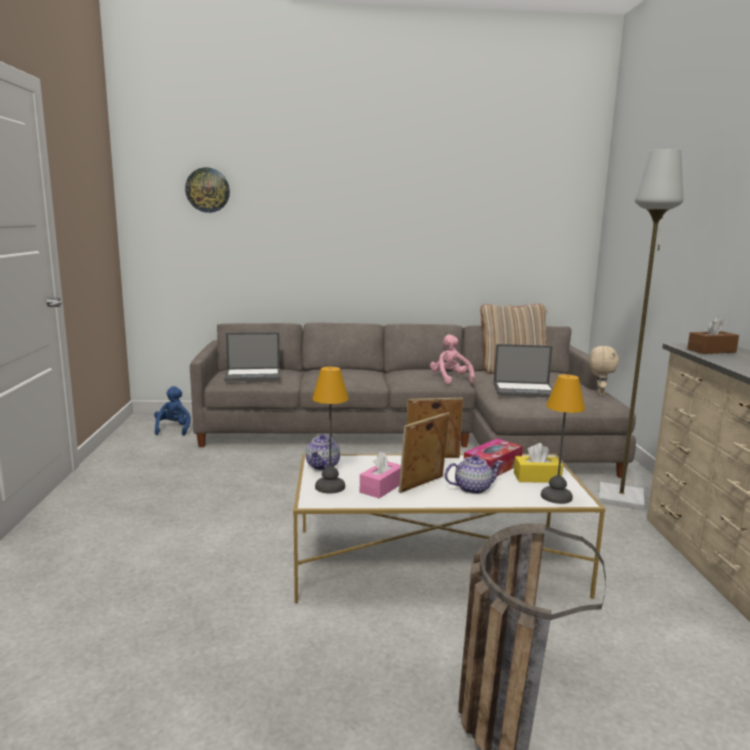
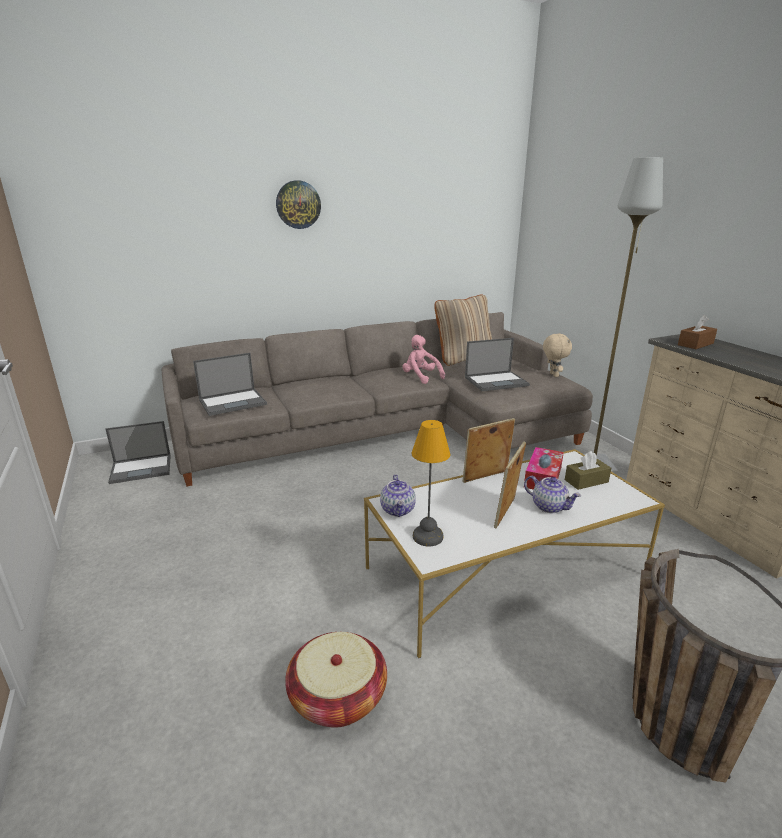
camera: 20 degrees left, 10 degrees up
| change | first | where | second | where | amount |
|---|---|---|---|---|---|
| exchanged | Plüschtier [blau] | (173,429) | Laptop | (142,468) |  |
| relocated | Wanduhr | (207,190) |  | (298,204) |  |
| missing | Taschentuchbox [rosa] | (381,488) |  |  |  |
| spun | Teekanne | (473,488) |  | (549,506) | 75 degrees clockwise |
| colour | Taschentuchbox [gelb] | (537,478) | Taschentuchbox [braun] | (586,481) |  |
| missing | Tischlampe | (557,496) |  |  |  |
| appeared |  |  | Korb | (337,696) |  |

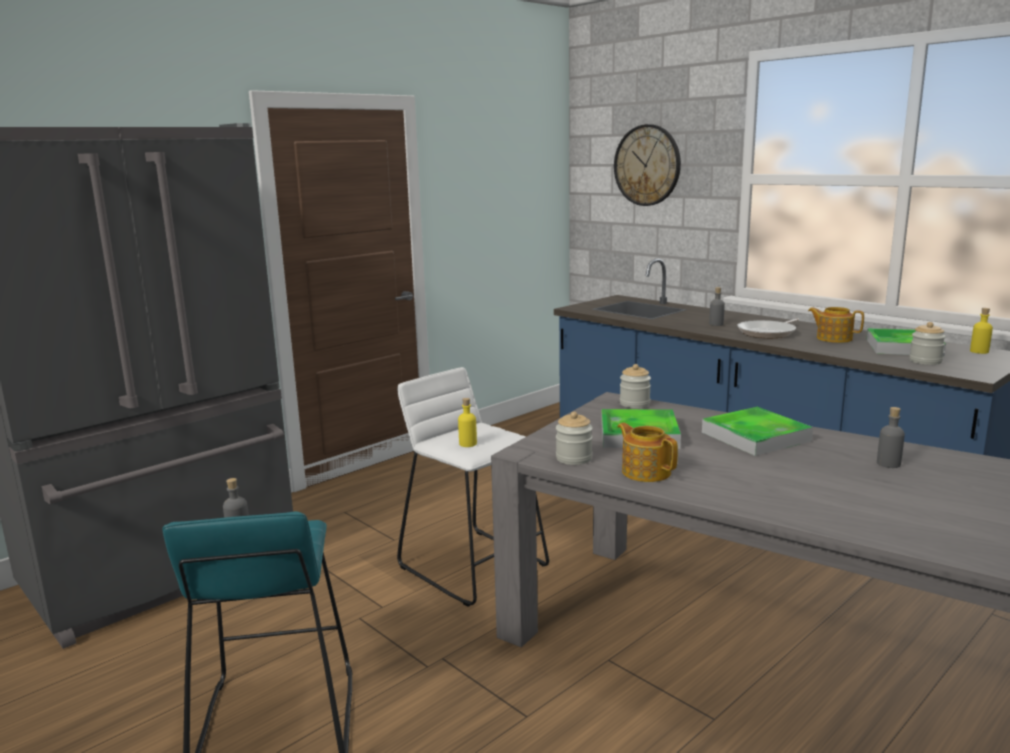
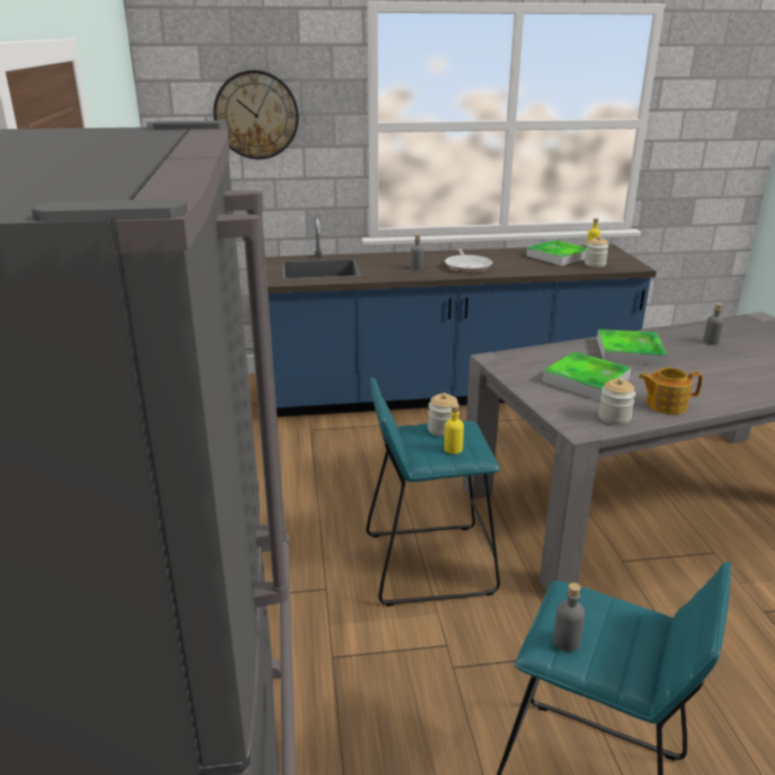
camera: 55 degrees left, 10 degrees up
| change | first | where | second | where | amount |
|---|---|---|---|---|---|
| colour | Hocker [weiß] | (474,565) | Hocker [türkis] | (428,562) |  |
| relocated | Vorratsglas | (634,403) |  | (442,430) |  |
| missing | Teekanne | (833,338) |  |  |  |

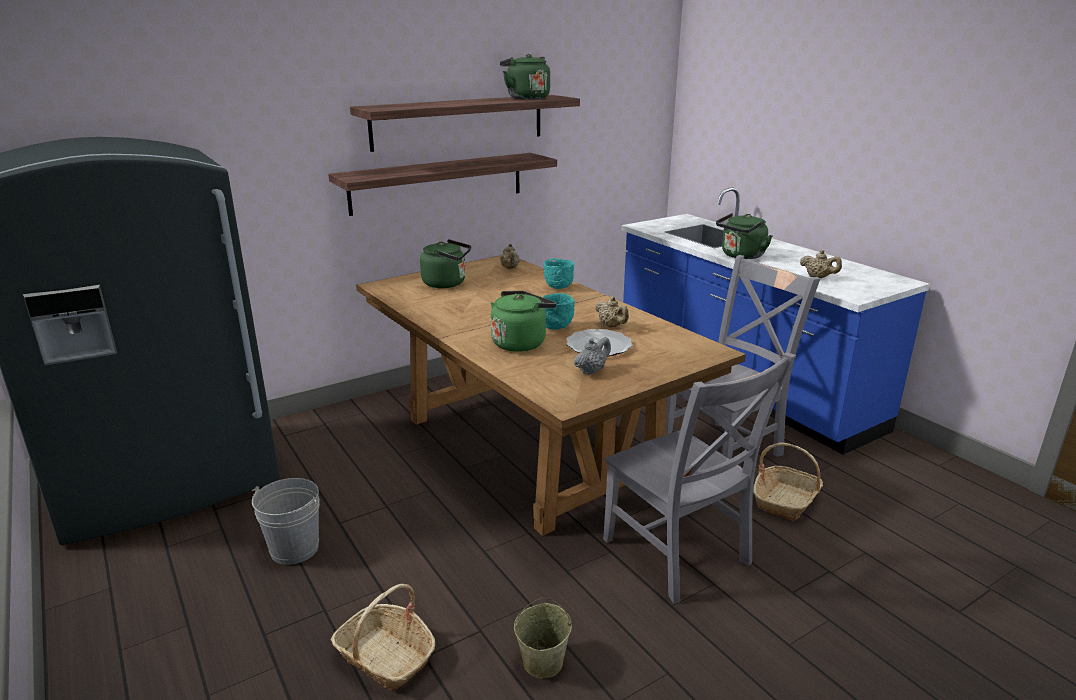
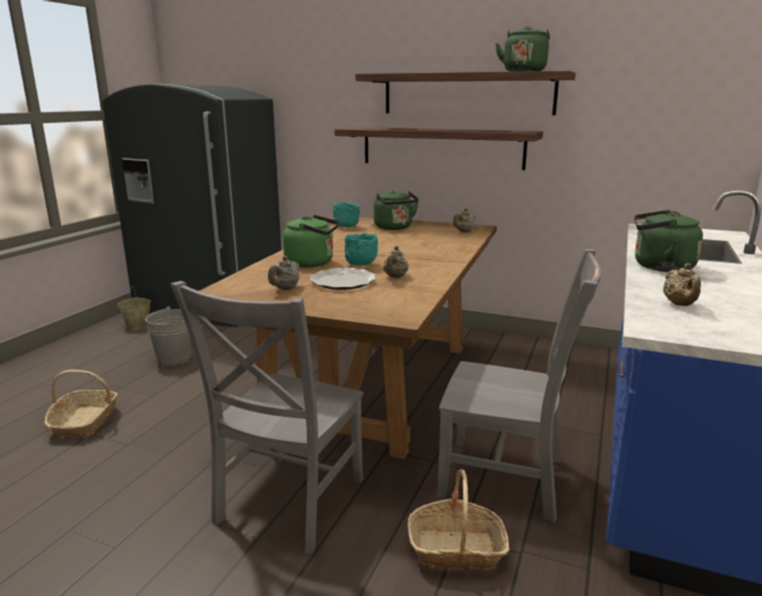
camera: 55 degrees right, 5 degrees down
| change | first | where | second | where | amount |
|---|---|---|---|---|---|
| relocated | Eimer [beige] | (543,661) |  | (138,325) |  |
| relocated | Schüssel [türkis] | (558,288) |  | (346,227) |  |
| spun | Teekanne [grau] | (591,371) |  | (285,289) | 105 degrees clockwise |

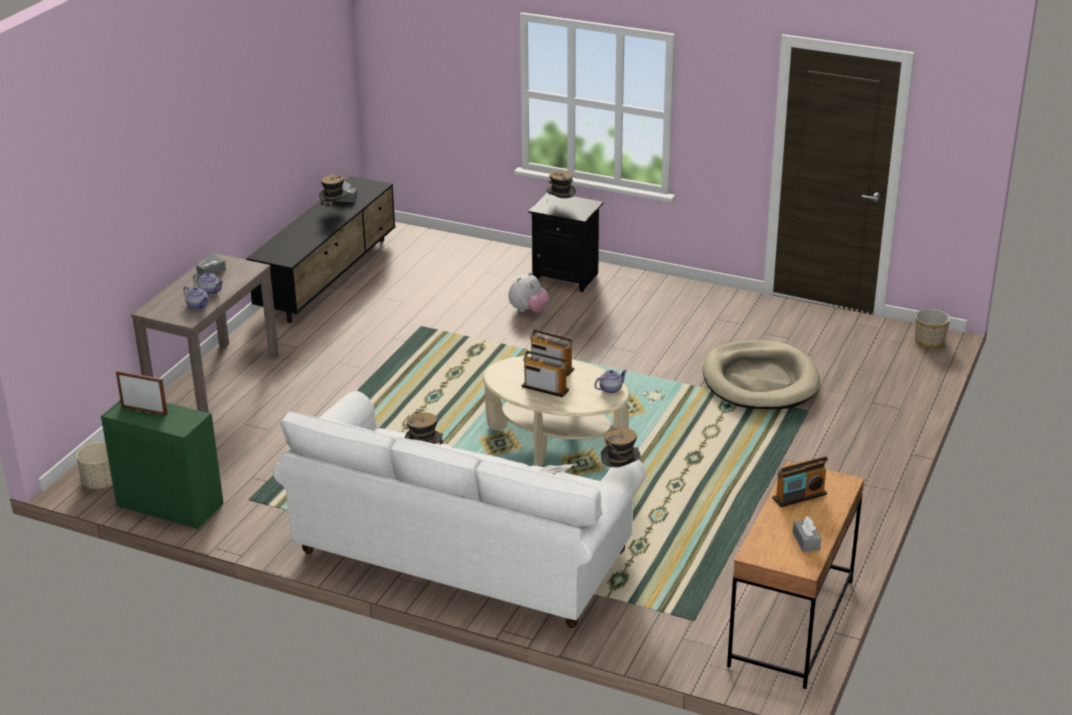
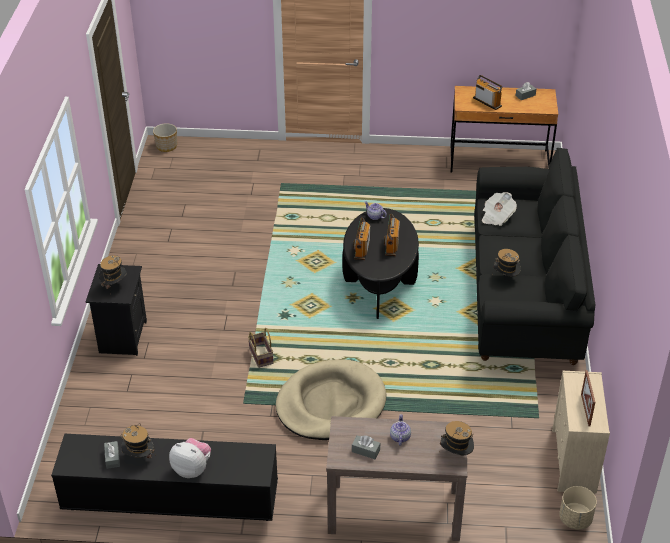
camera: 110 degrees left, 10 degrees up
| change | first | where | second | where | amount |
|---|---|---|---|---|---|
| colour | Kommode [grün] | (168,505) | Kommode [beige] | (573,462) |  |
| missing | Teekanne | (198,305) |  |  |  |
| colour | Sofa [weiß] | (462,552) | Sofa [schwarz] | (523,293) |  |
| colour | Couchtisch [beige] | (556,444) | Couchtisch [schwarz] | (379,283) |  |
| relocated | Plüschtier | (528,311) |  | (192,469) |  |
| relocated | Hut | (620,473) |  | (456,454) |  |
| relocated | Hundebett [beige] | (759,381) |  | (331,404) |  |
| appeared |  |  | Korb | (260,356) |  |

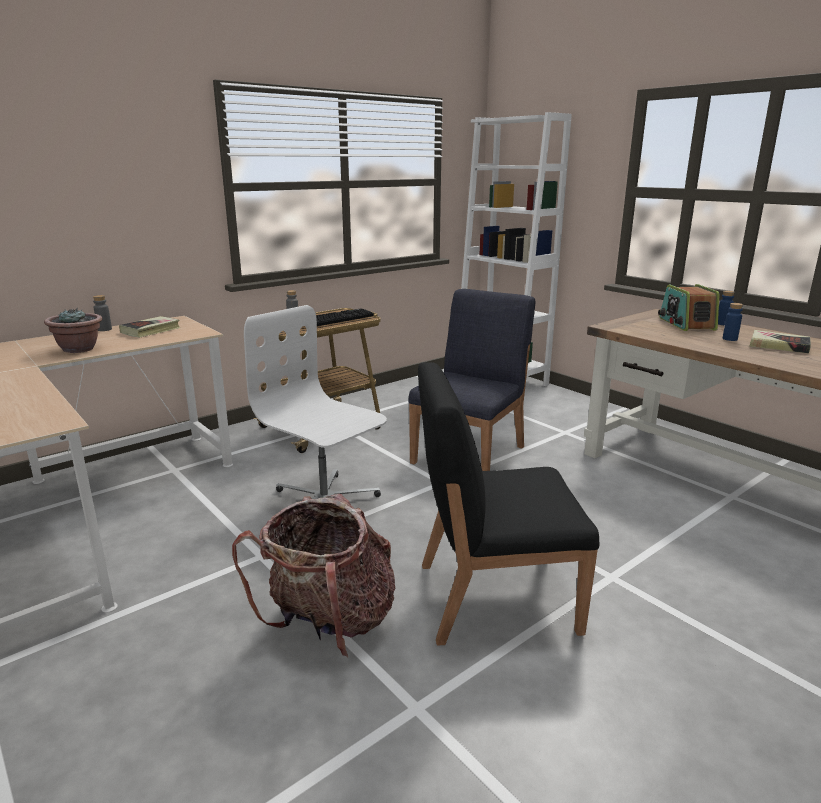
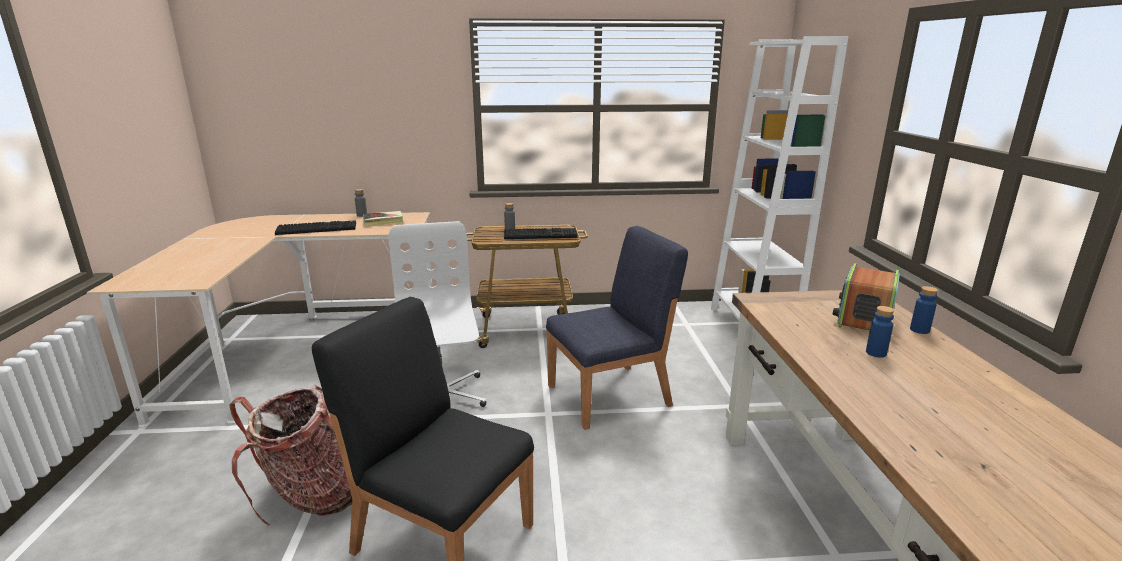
camera: 35 degrees right, 0 degrees up
| change | first | where | second | where | amount |
|---|---|---|---|---|---|
| exchanged | Topfpflanze | (79,349) | Tastatur | (318,228) |  |
| missing | Buch | (778,346) |  |  |  |

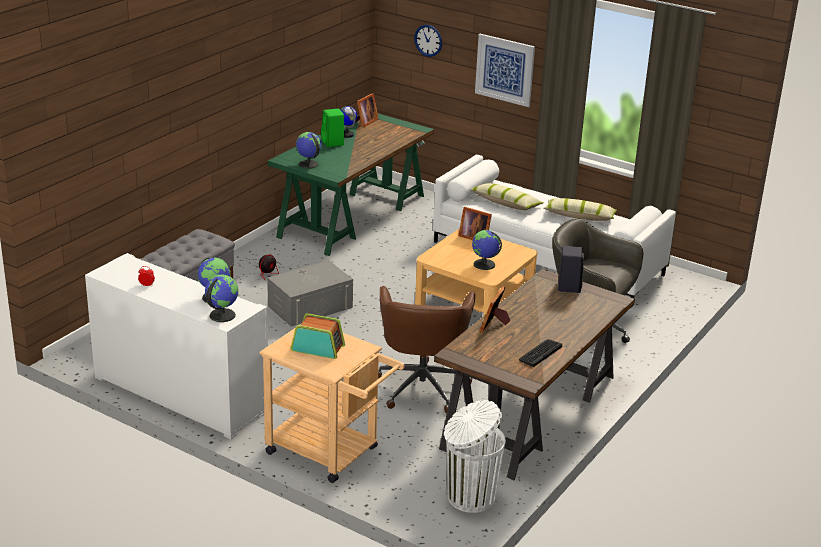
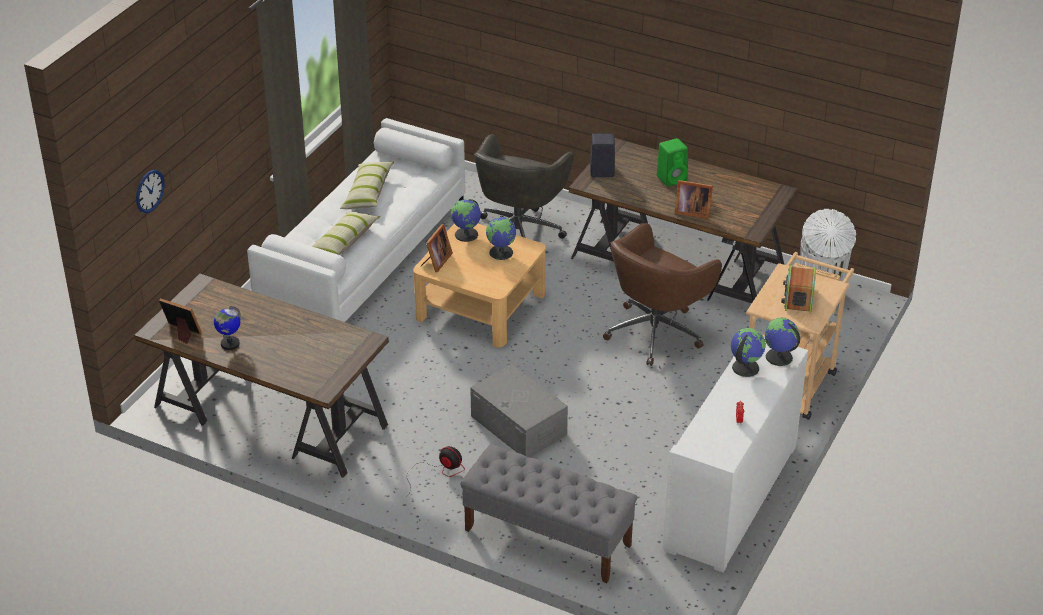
camera: 95 degrees left, 10 degrees up
| change | first | where | second | where | amount |
|---|---|---|---|---|---|
| colour | Schreibtisch [grün] | (352,216) | Schreibtisch [braun] | (269,417) |  |
| relocated | Globus | (308,164) |  | (466,234) |  |
| relocated | Lautsprecher [grün] | (333,143) |  | (672,178) |  |
| spun | Bürostuhl [braun] | (422,386) |  | (656,332) | 135 degrees clockwise |
| missing | Bild | (505,69) |  |  |  |
| missing | Tastatur | (540,353) |  |  |  |

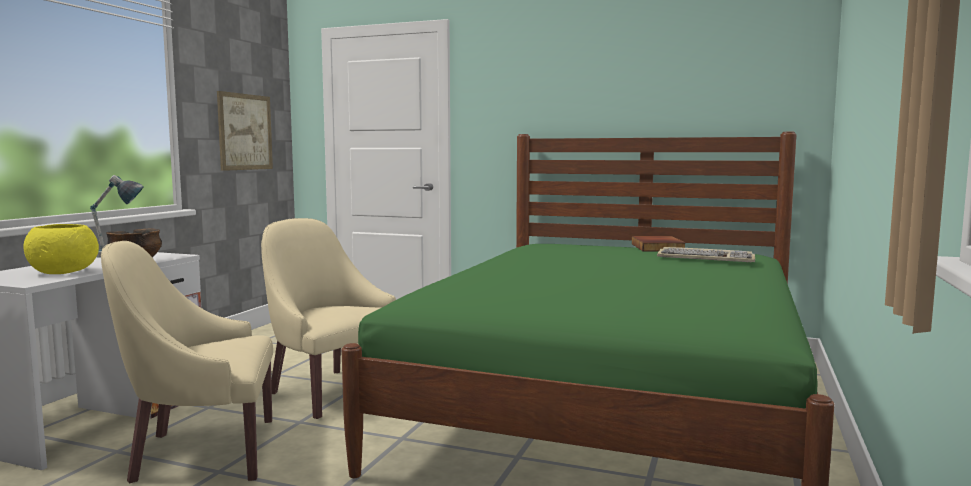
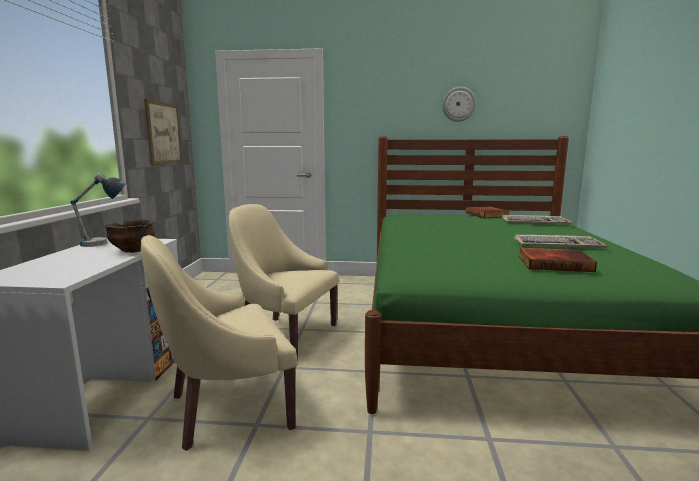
camera: 15 degrees left, 5 degrees up
| change | first | where | second | where | amount |
|---|---|---|---|---|---|
| missing | Schüssel [gelb] | (64,271) |  |  |  |
| appeared |  |  | Wanduhr | (458,104) |  |
| appeared |  |  | Tastatur | (557,245) |  |
| appeared |  |  | Buch | (554,263) |  |

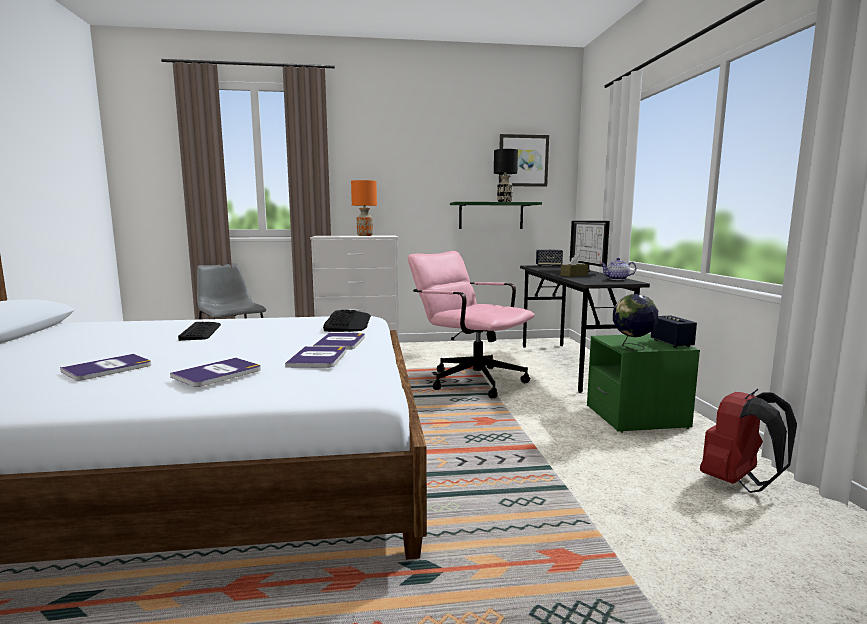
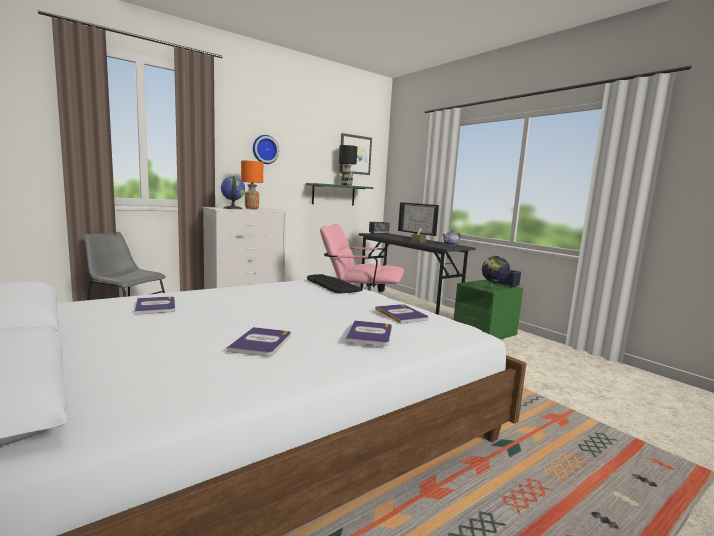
camera: 30 degrees left, 0 degrees up
| change | first | where | second | where | amount |
|---|---|---|---|---|---|
| missing | Tastatur | (201,332) |  |  |  |
| relocated | Buch | (340,342) |  | (155,306) |  |
| missing | Rucksack [rot] | (738,483) |  |  |  |
| appeared |  |  | Globus | (232,208) |  |
| appeared |  |  | Wanduhr | (265,149) |  |

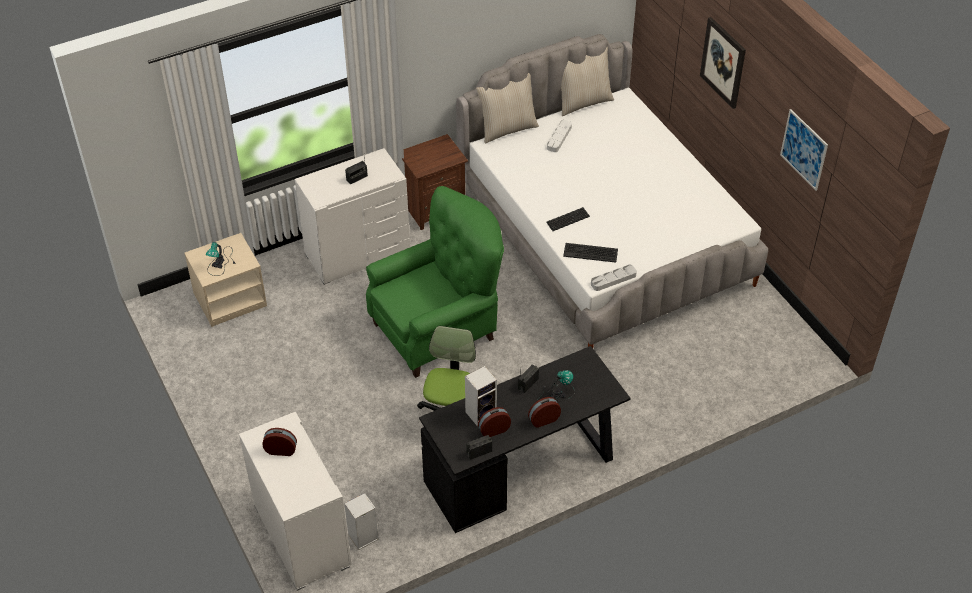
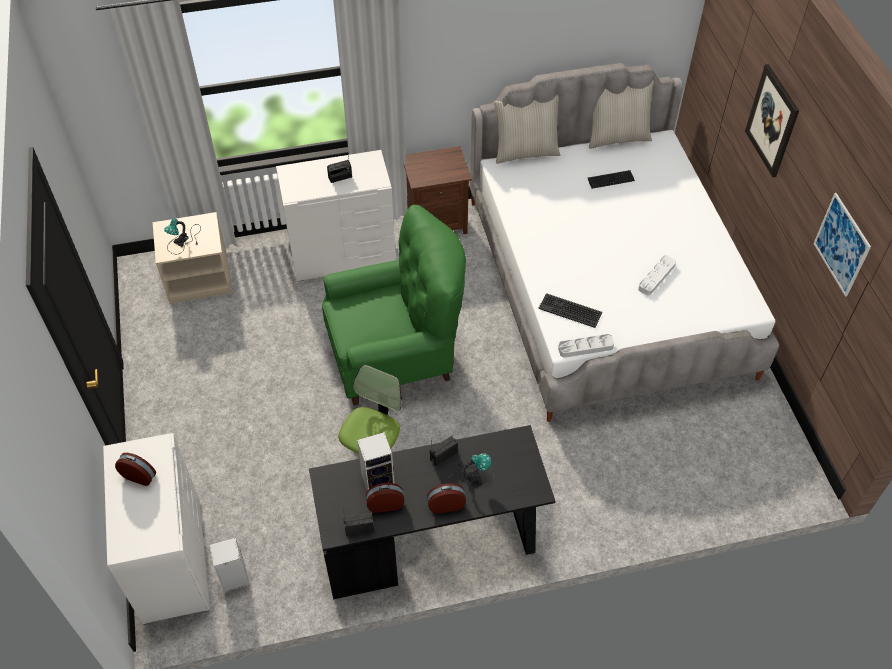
camera: 15 degrees right, 5 degrees up
| change | first | where | second | where | amount |
|---|---|---|---|---|---|
| relocated | Tastatur | (568,220) |  | (610,180) |  |
| relocated | Tablett [weiß] | (559,138) |  | (656,277) |  |

